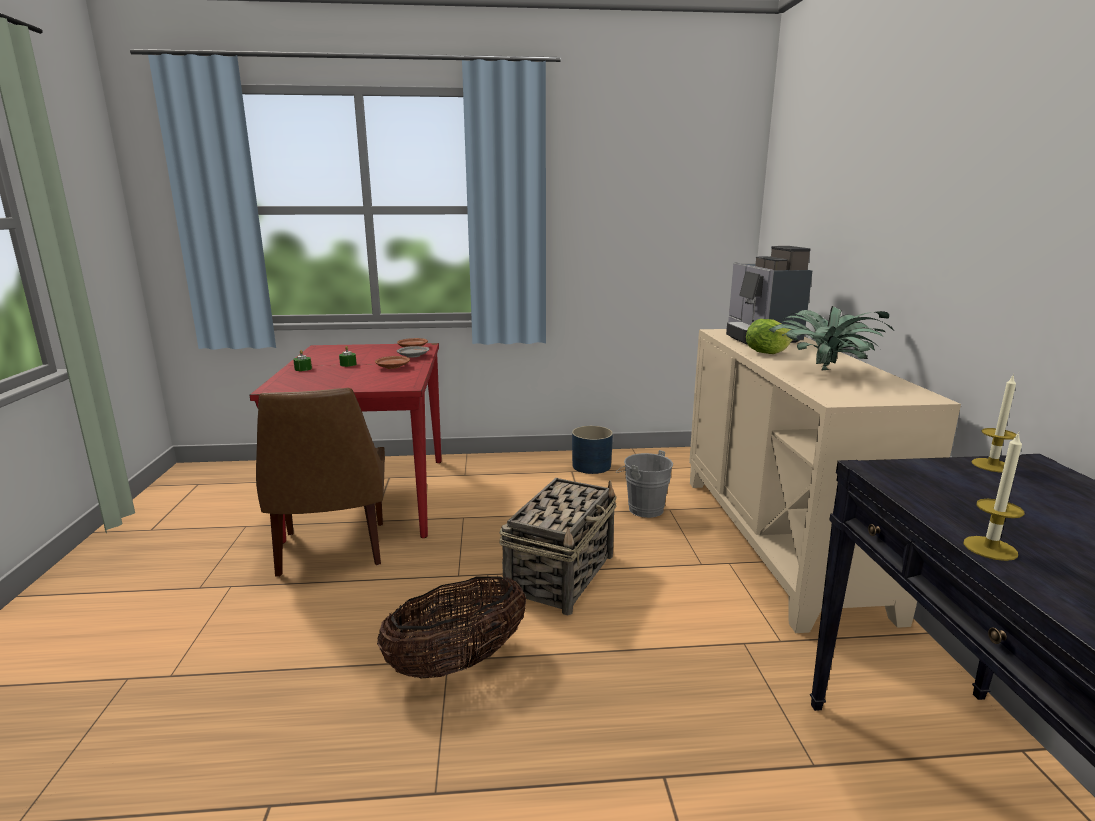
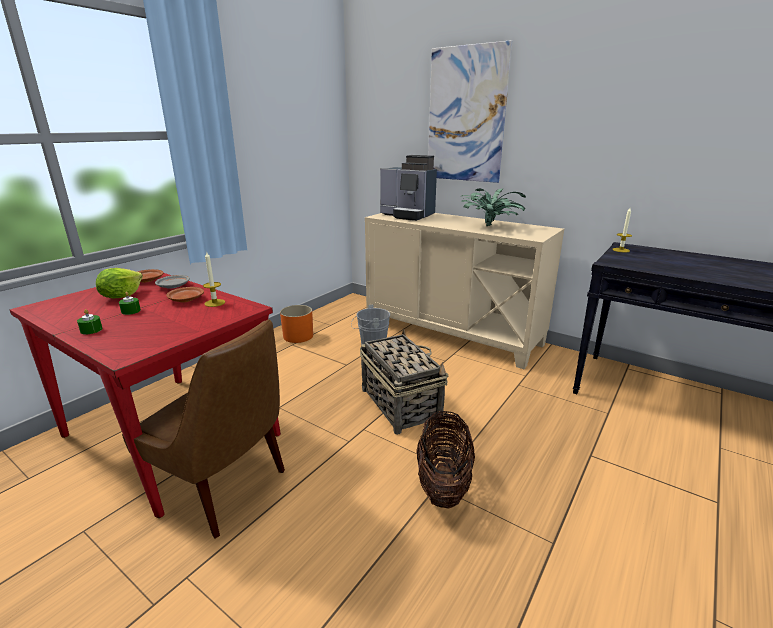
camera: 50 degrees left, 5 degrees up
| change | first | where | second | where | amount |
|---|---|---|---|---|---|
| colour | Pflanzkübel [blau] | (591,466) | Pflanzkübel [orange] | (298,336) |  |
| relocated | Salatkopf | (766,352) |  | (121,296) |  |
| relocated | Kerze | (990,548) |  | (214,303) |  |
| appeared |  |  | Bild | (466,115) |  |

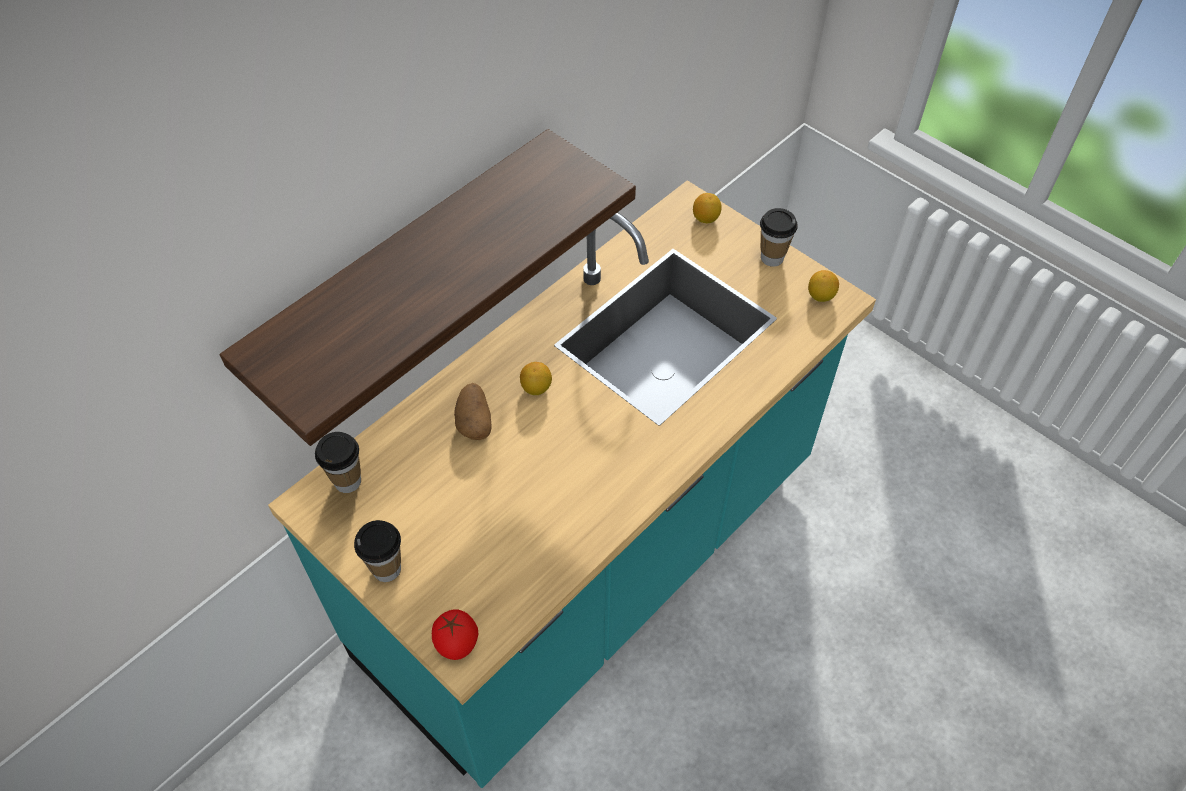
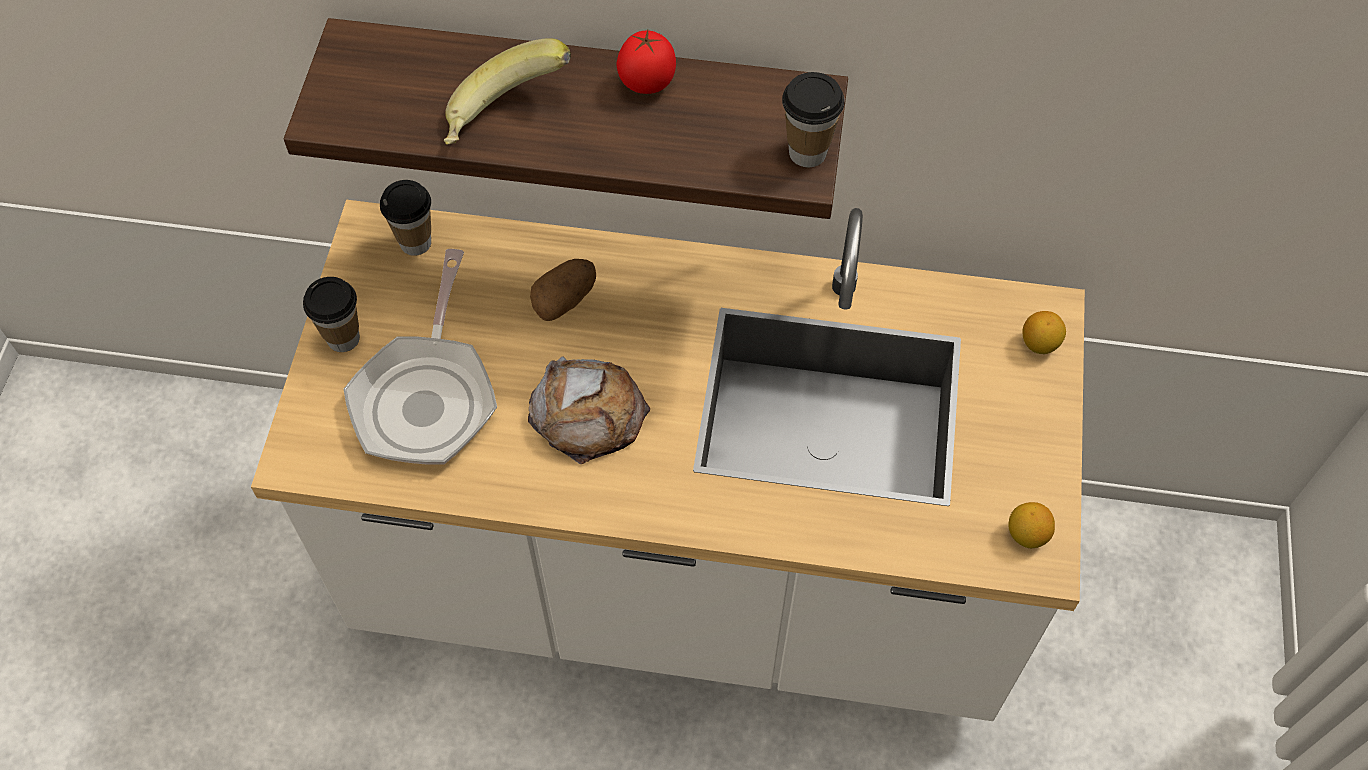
camera: 55 degrees right, 5 degrees up
| change | first | where | second | where | amount |
|---|---|---|---|---|---|
| colour | Küchenzeile [türkis] | (593,562) | Küchenzeile [weiß] | (684,577) |  |
| relocated | Tomate | (457,644) |  | (646,84) |  |
| missing | Zitrone | (536,388) |  |  |  |
| relocated | Tasse | (772,258) |  | (807,152) |  |
| appeared |  |  | Pfanne | (427,396) |  |
| appeared |  |  | Banane | (507,119) |  |
| appeared |  |  | Brot | (588,413) |  |

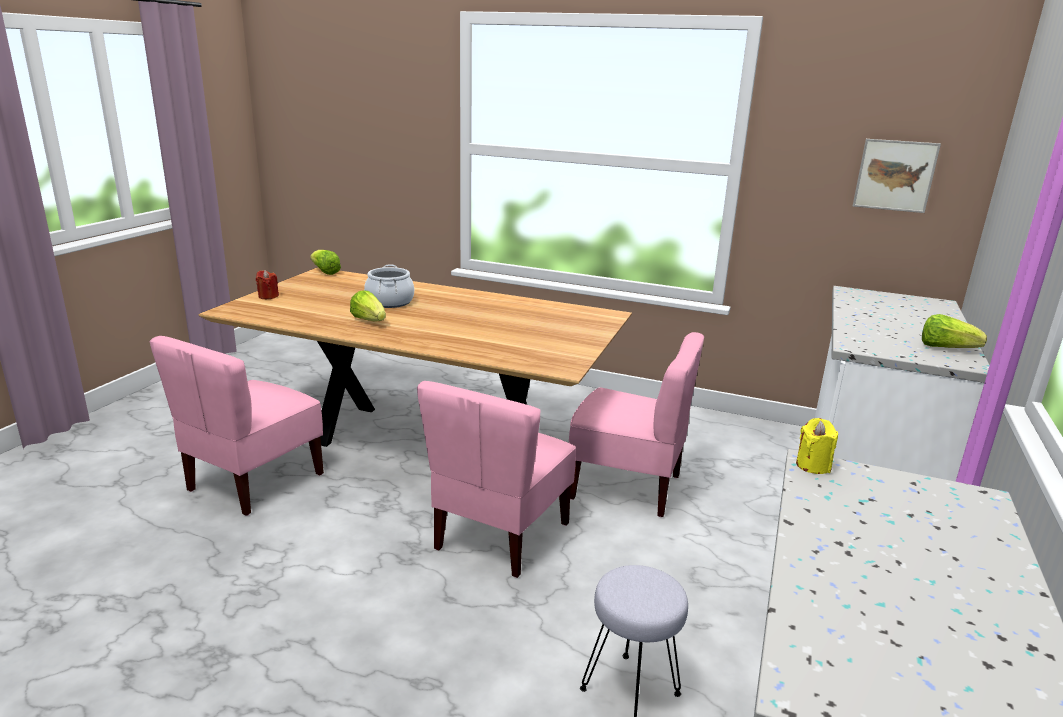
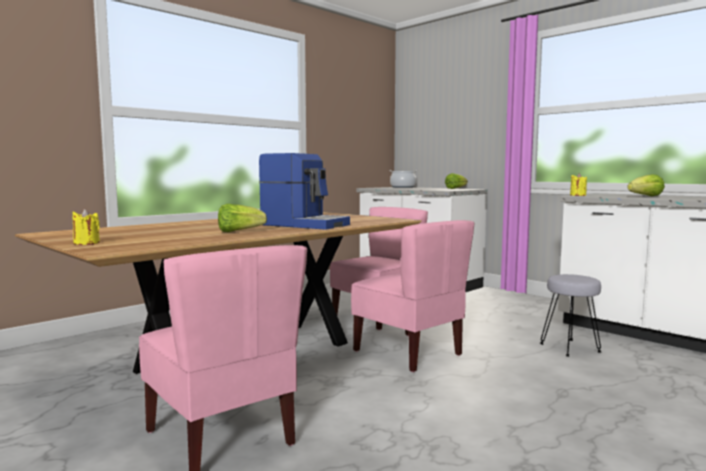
camera: 65 degrees left, 15 degrees down
| change | first | where | second | where | amount |
|---|---|---|---|---|---|
| colour | Kerze [rot] | (268,296) | Kerze [gelb] | (86,243) |  |
| relocated | Salatkopf | (325,272) |  | (645,196) |  |
| relocated | Kochtopf | (390,302) |  | (403,187) |  |
| missing | Bild | (895,175) |  |  |  |
| appeared |  |  | Kaffeemaschine | (304,225) |  |

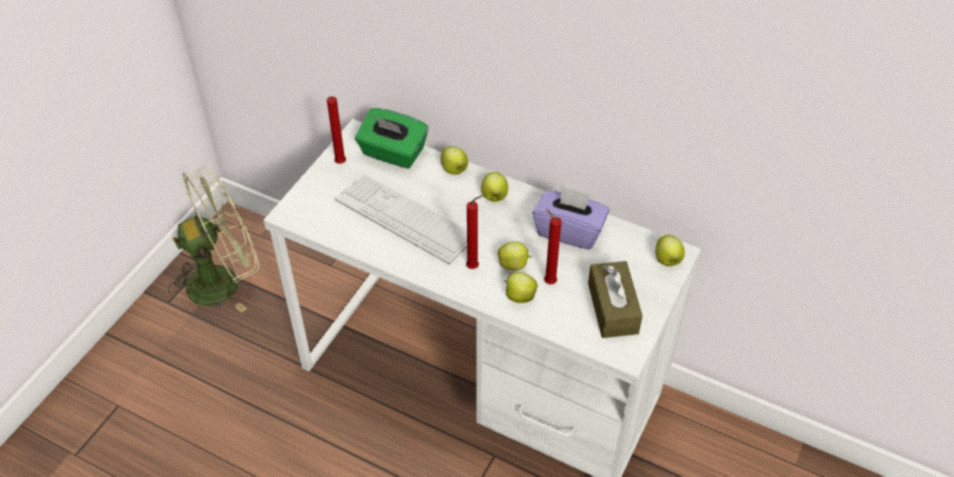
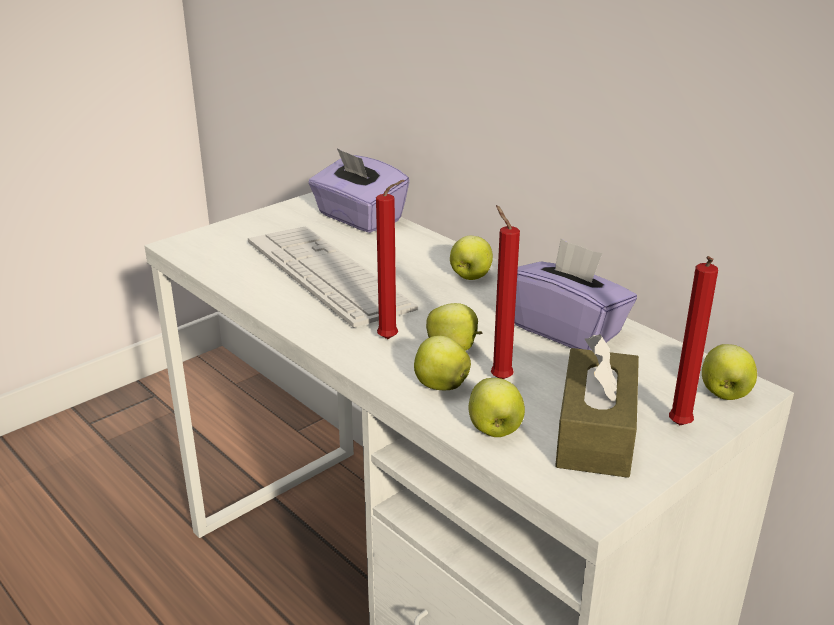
camera: 20 degrees right, 20 degrees down
| change | first | where | second | where | amount |
|---|---|---|---|---|---|
| missing | Ventilator [grün] | (223,280) |  |  |  |
| relocated | Kerze [rot] | (340,164) |  | (678,427) |  |
| colour | Taschentuchbox [grün] | (393,153) | Taschentuchbox [lila] | (358,218) |  |
| relocated | Apfel | (454,170) |  | (495,430) |  |

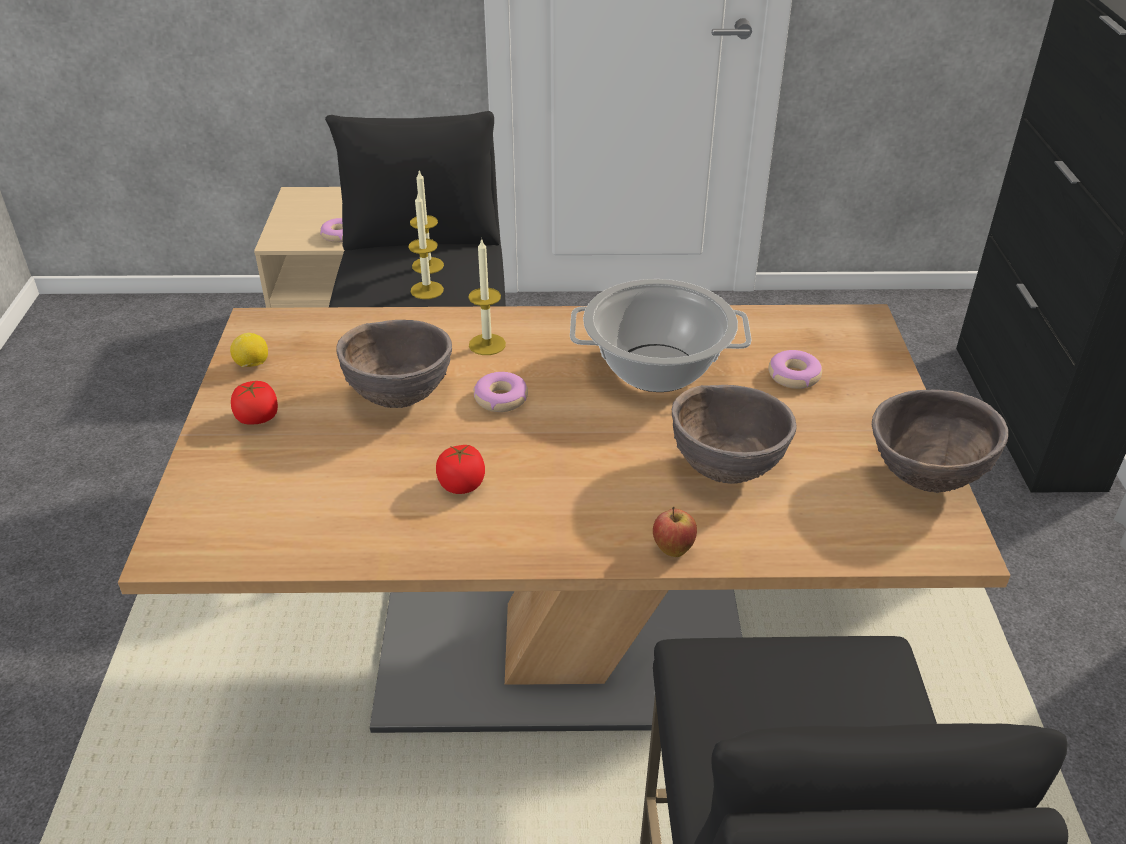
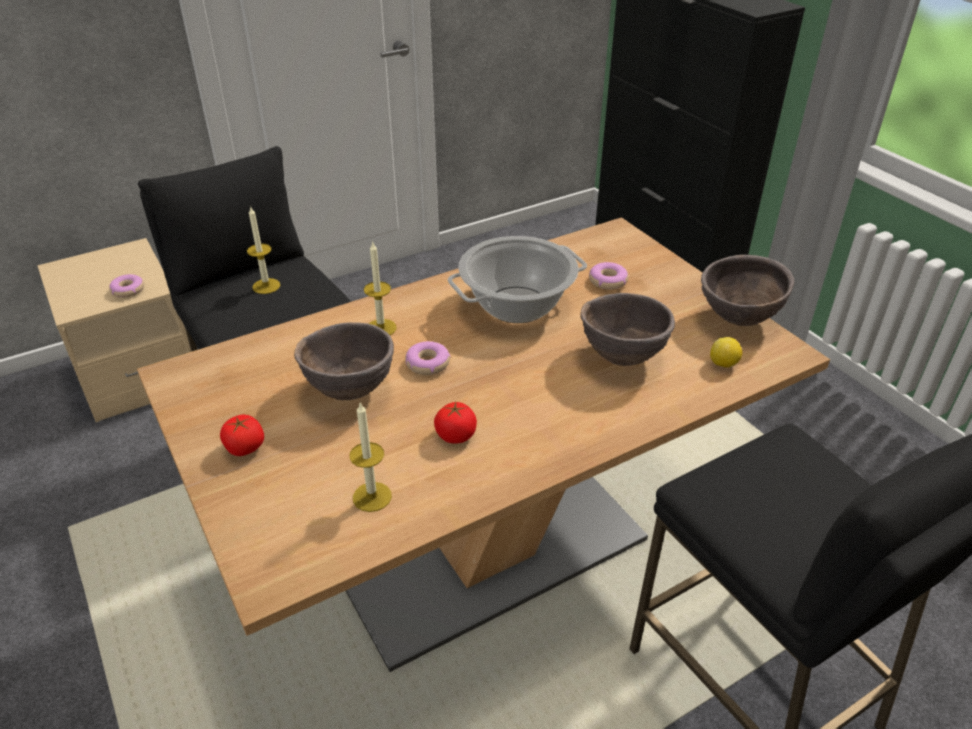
camera: 30 degrees left, 0 degrees up
| change | first | where | second | where | amount |
|---|---|---|---|---|---|
| relocated | Zitrone | (252,365) |  | (723,364) |  |
| relocated | Kerze | (427,290) |  | (372,497) |  |
| missing | Apfel | (672,550) |  |  |  |

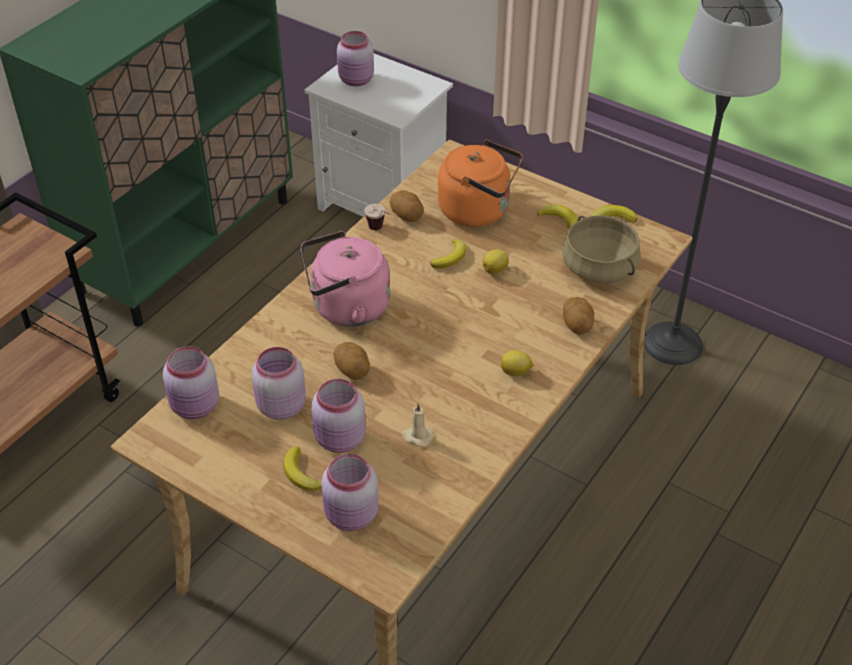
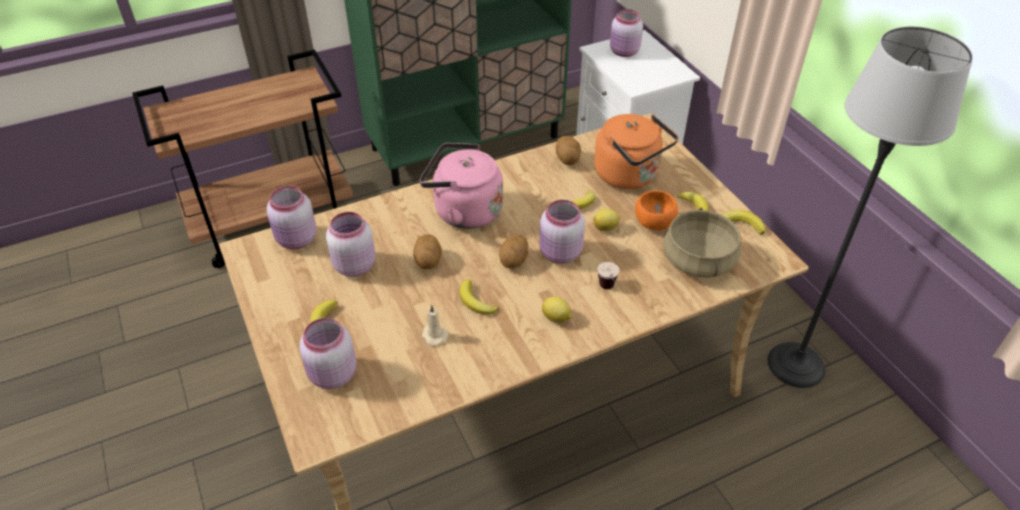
camera: 30 degrees right, 0 degrees up
| change | first | where | second | where | amount |
|---|---|---|---|---|---|
| relocated | Vorratsglas [rosa] | (340,440) |  | (559,254) |  |
| relocated | Tasse | (380,230) |  | (607,291) |  |
| relocated | Kartoffel | (577,326) |  | (514,261) |  |
| appeared |  |  | Banane | (475,301) |  |
| appeared |  |  | Schüssel [orange] | (652,222) |  |

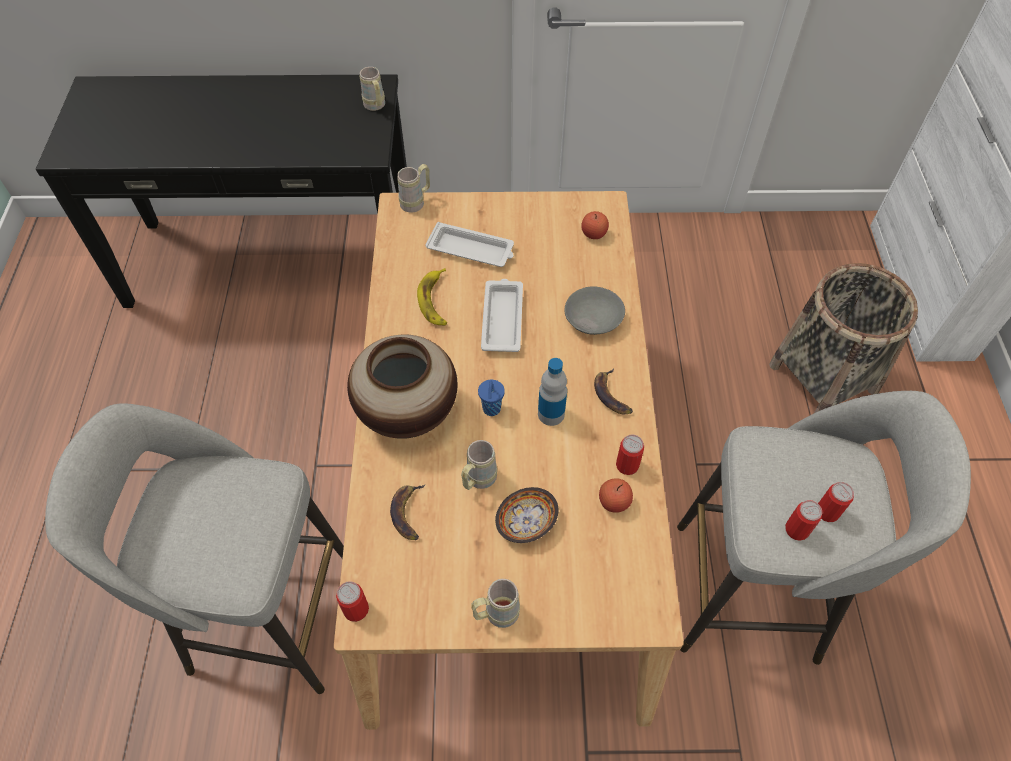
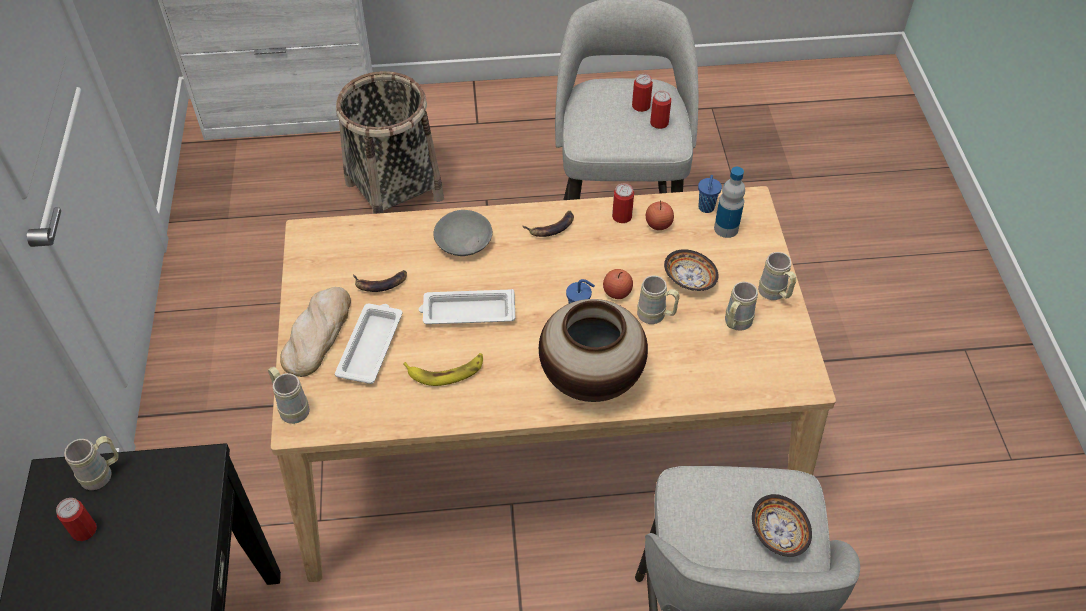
camera: 95 degrees left, 5 degrees down
| change | first | where | second | where | amount |
|---|---|---|---|---|---|
| relocated | Dose | (356,609) |  | (84,530) |  |
| relocated | Banane | (408,513) |  | (380,283) |  |
| relocated | Flasche | (551,414) |  | (726,228) |  |
| relocated | Apfel | (594,234) |  | (617,292) |  |
| appeared |  |  | Brot | (317,333) |  |
| appeared |  |  | Tasse [blau] | (706,208) |  |
| appeared |  |  | Henkelbecher [beige] | (735,324) |  |
| appeared |  |  | Schüssel | (779,532) |  |

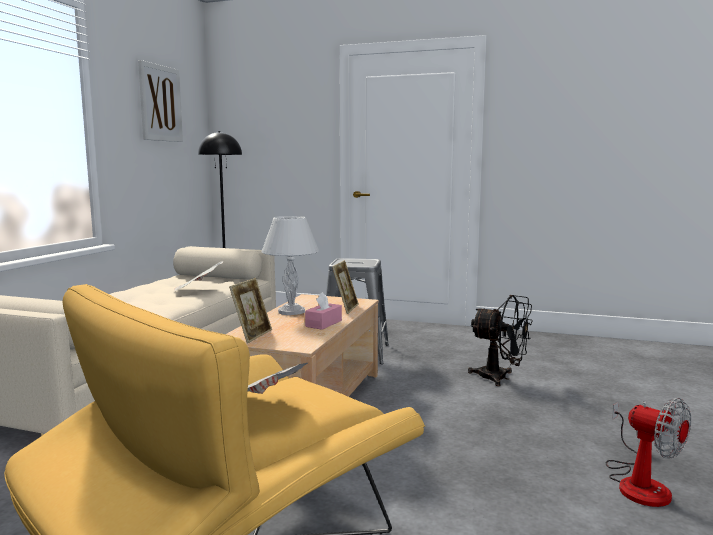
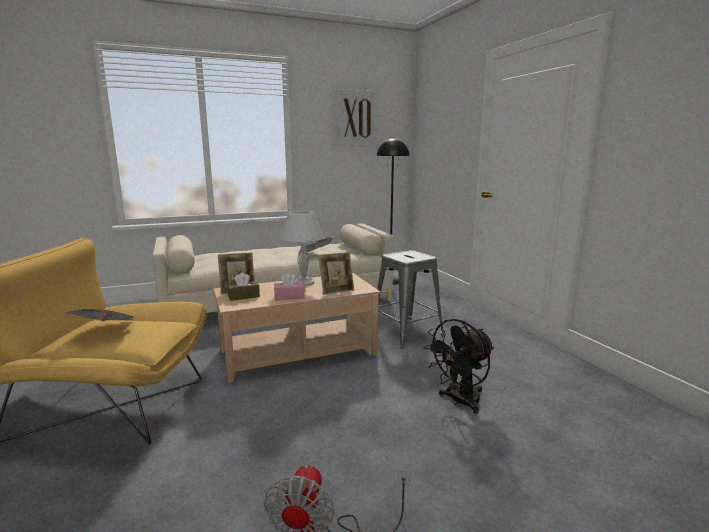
camera: 50 degrees right, 5 degrees up
| change | first | where | second | where | amount |
|---|---|---|---|---|---|
| spun | Ventilator [schwarz] | (500,378) |  | (460,402) | 60 degrees clockwise |
| appeared |  |  | Taschentuchbox [braun] | (243,296) |  |

